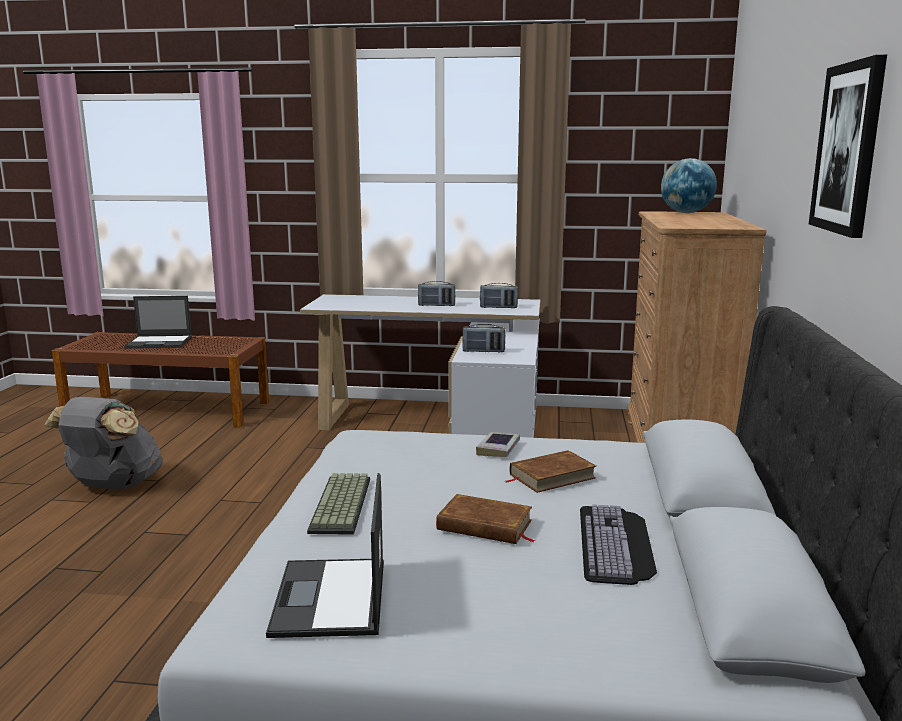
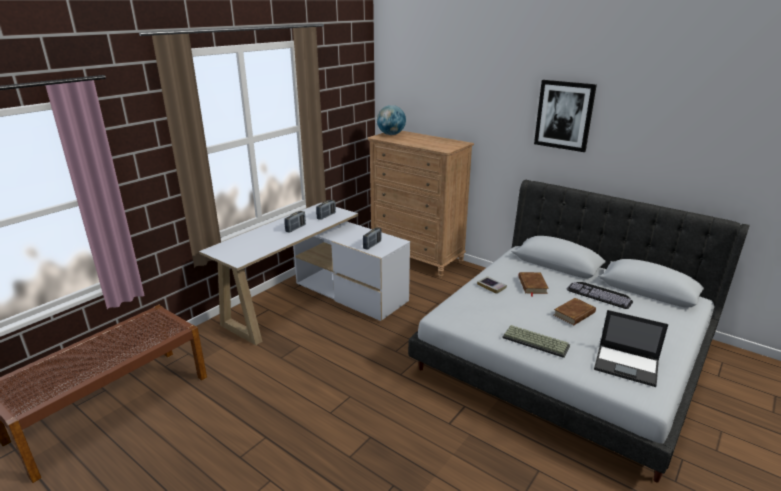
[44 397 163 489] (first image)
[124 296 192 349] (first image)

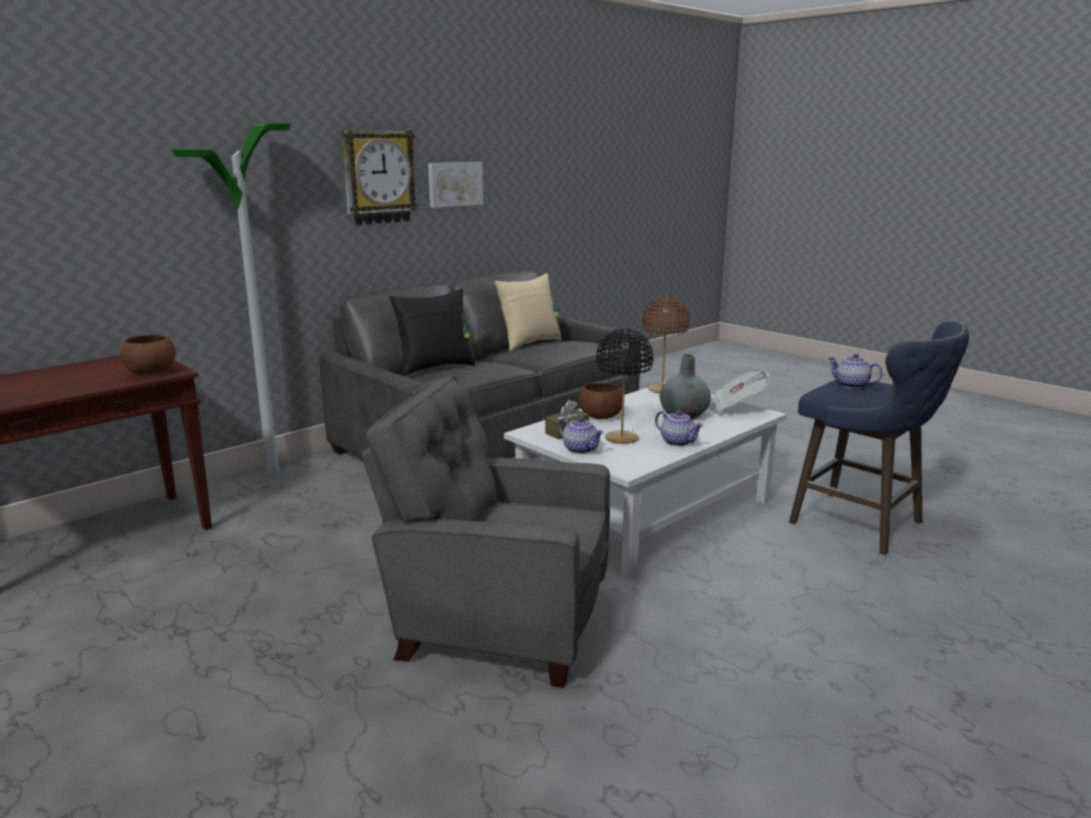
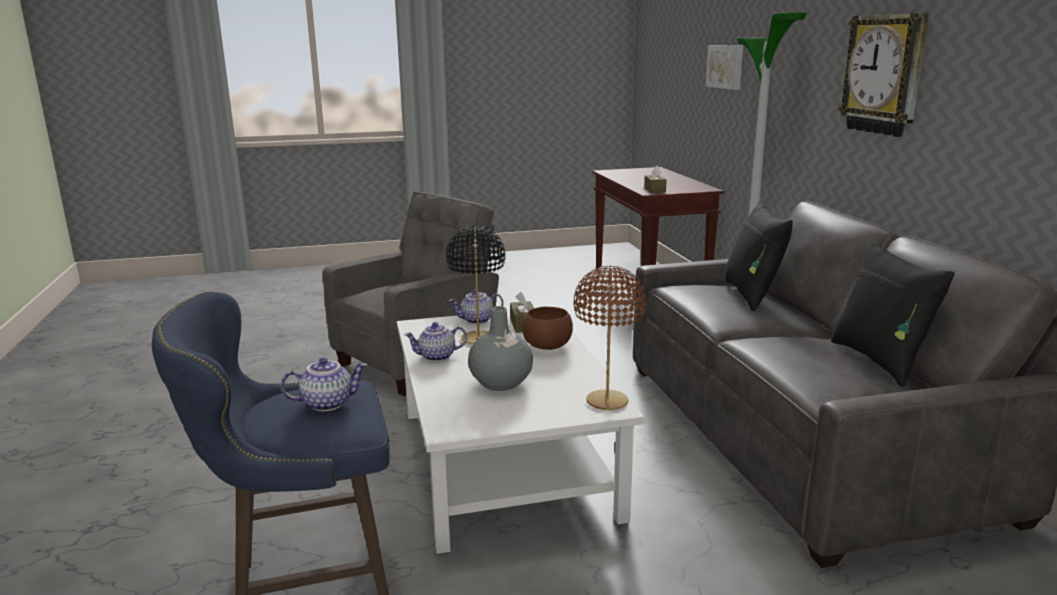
[707 371 770 412] (first image)
[706 45 743 90]
[644 165 667 193]
[831 242 955 387]

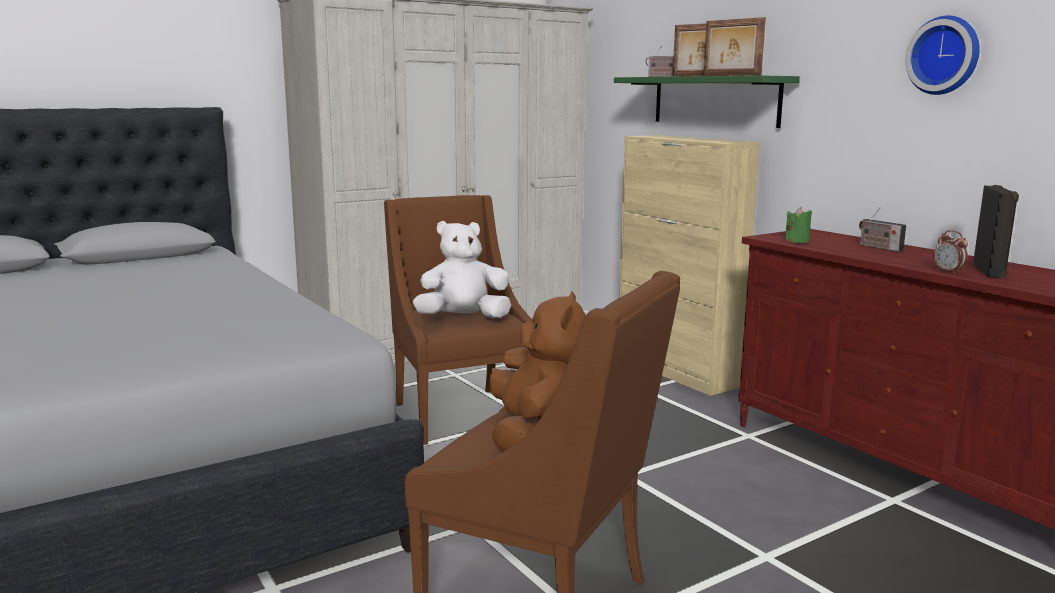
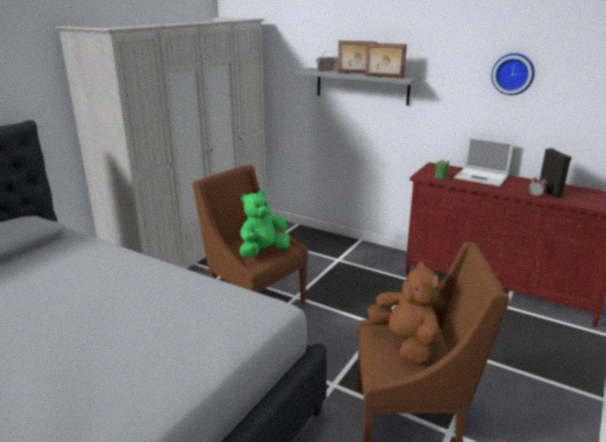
[619 135 760 396] (first image)
[454 136 514 187]
[240 191 290 257]
[295 68 422 105]

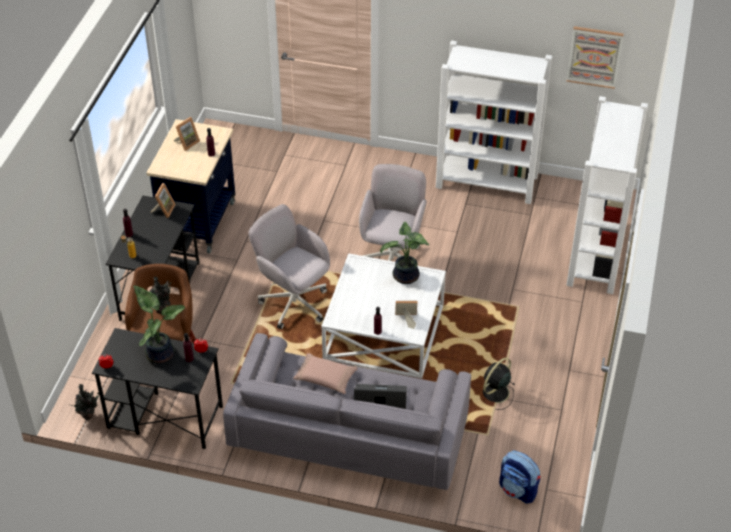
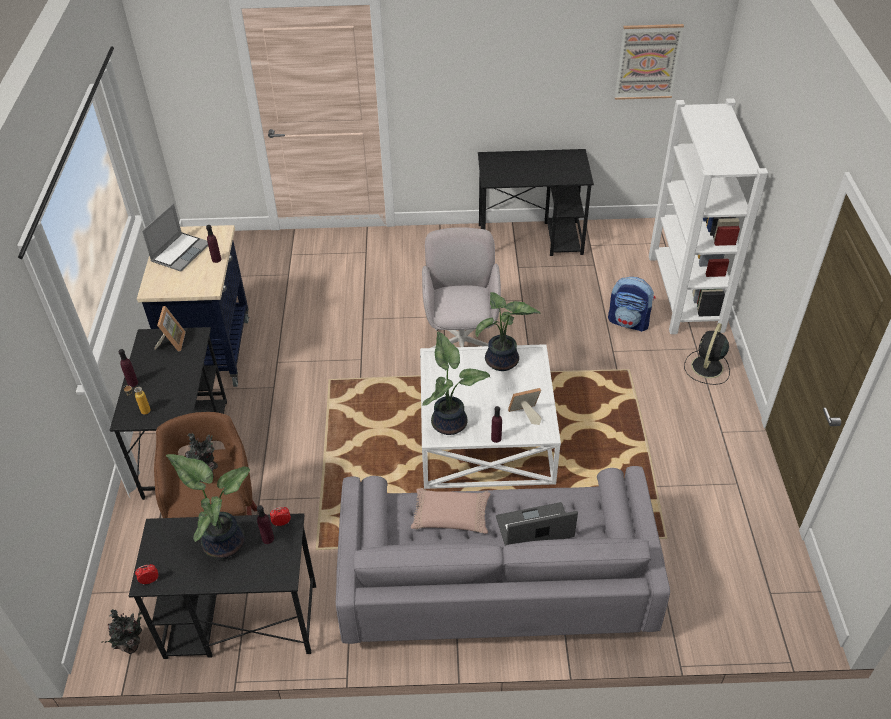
[248 204 330 329] (first image)
[422 331 490 435]
[684 323 730 385]
[608 277 656 332]
[142 203 208 272]
[478 149 594 256]

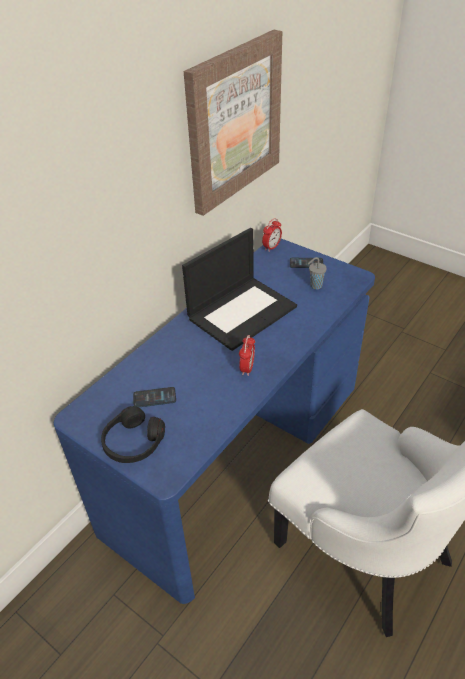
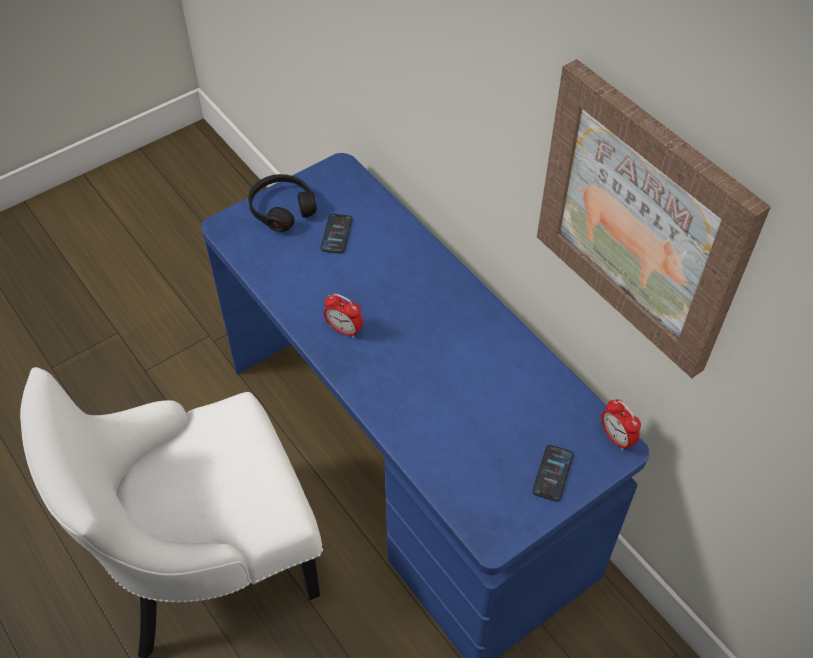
[182 228 297 351] (first image)
[308 257 327 289] (first image)

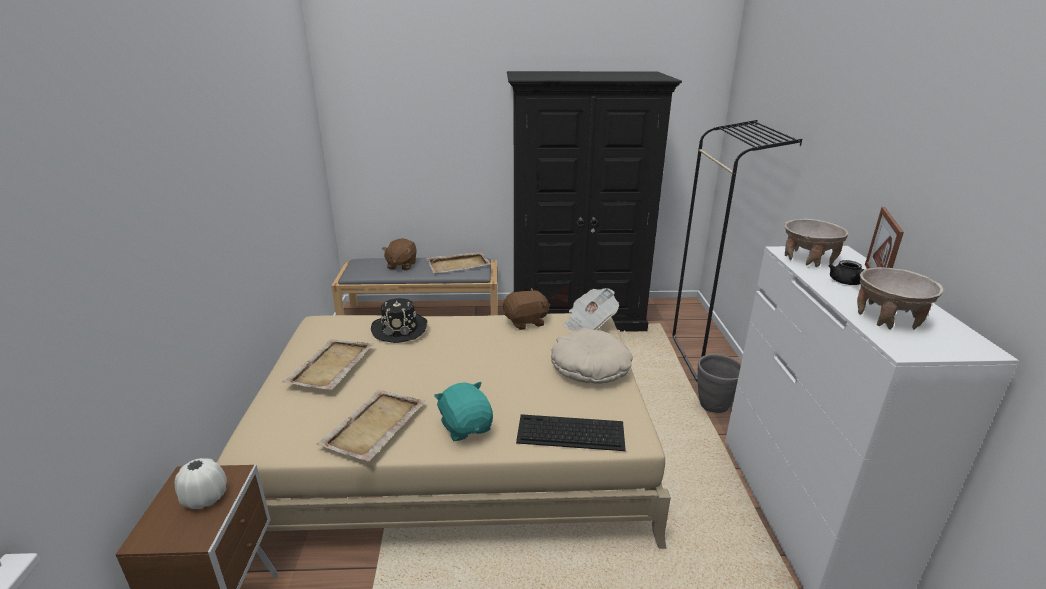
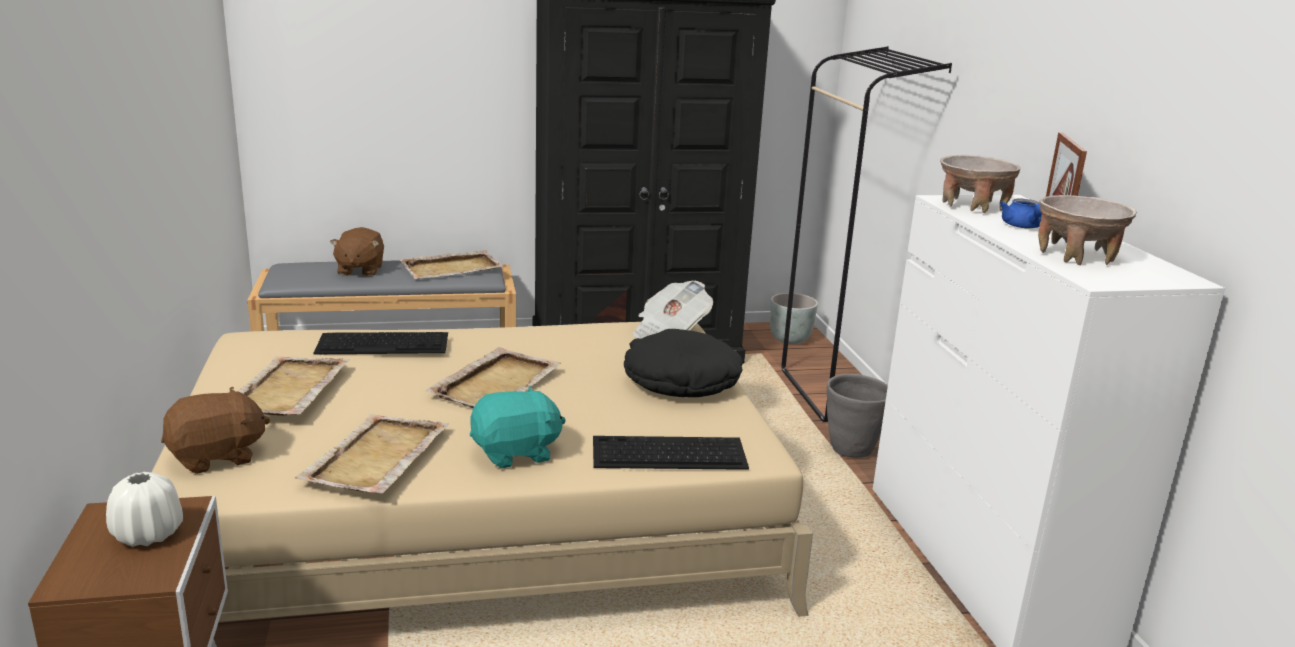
[426 347 561 408]
[770 293 818 344]
[161 387 270 474]
[314 332 448 354]
[624 329 743 397]
[1000 199 1042 228]
[470 386 566 468]

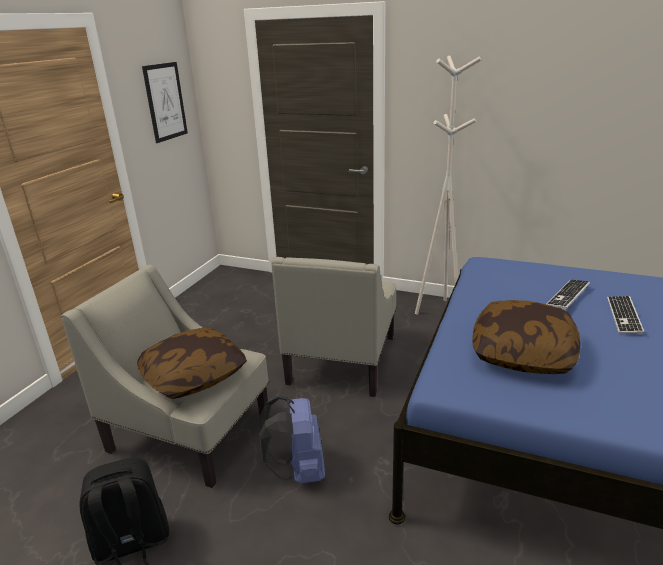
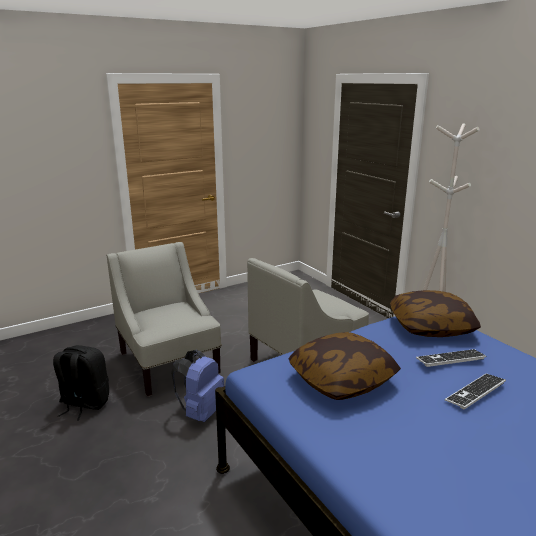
[142 62 188 143] (first image)
[390 290 481 337]

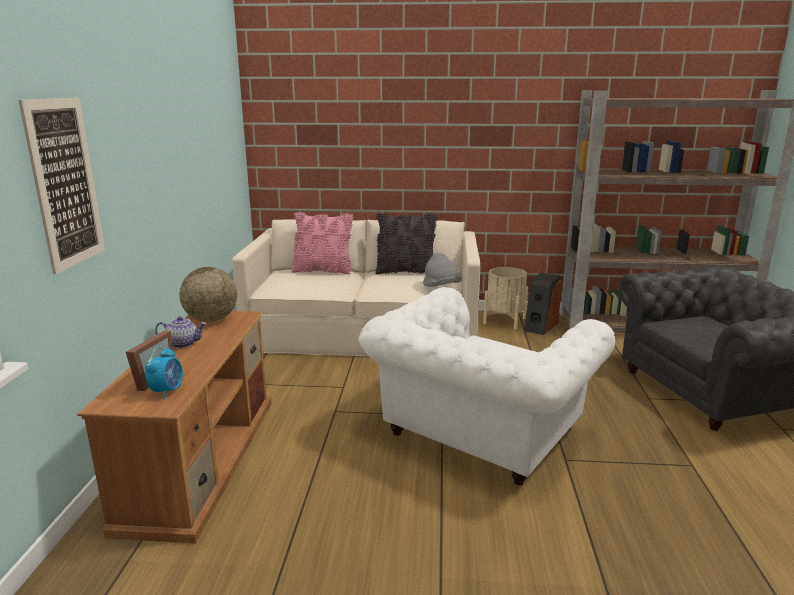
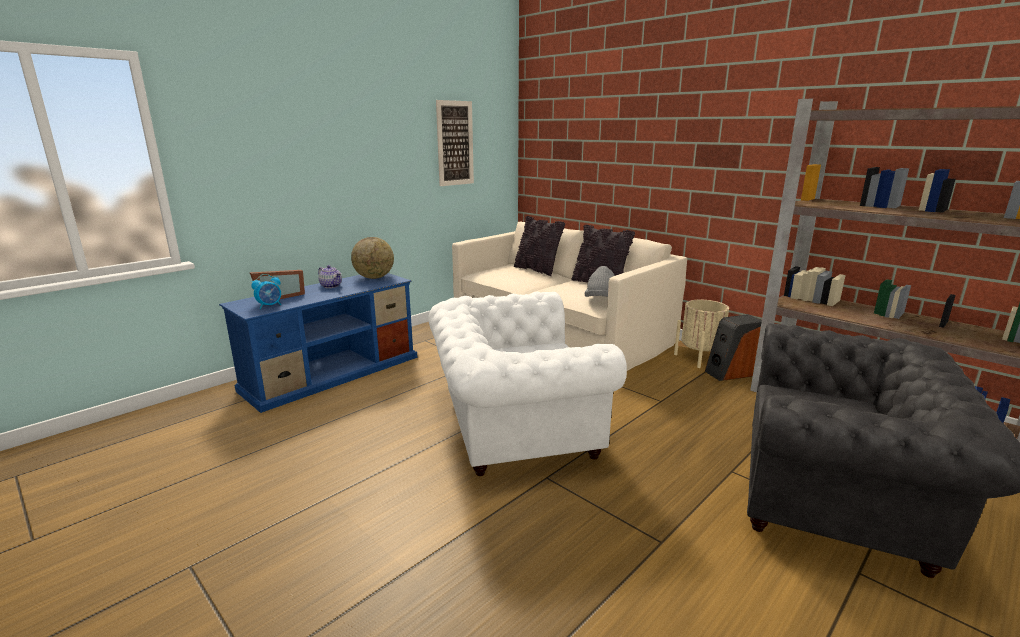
[436 100 474 186]
[219 273 418 413]
[514 216 565 276]

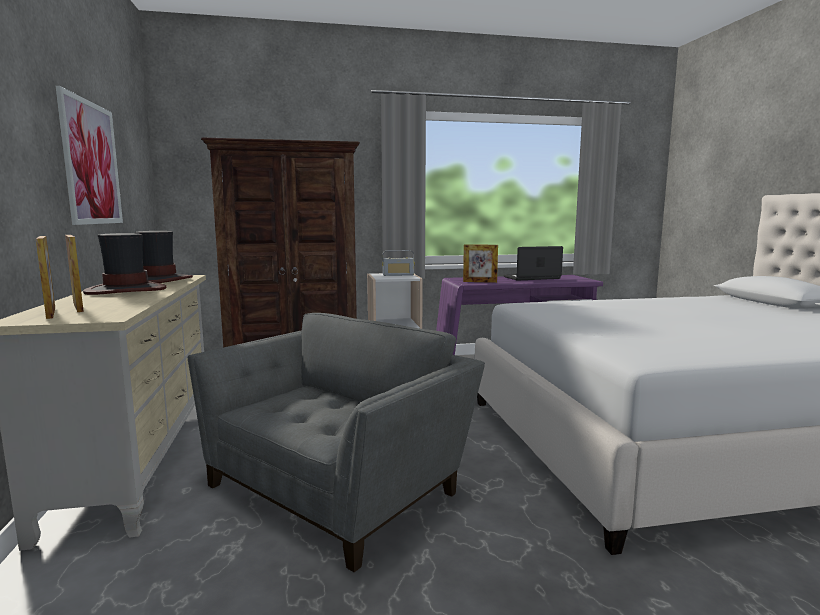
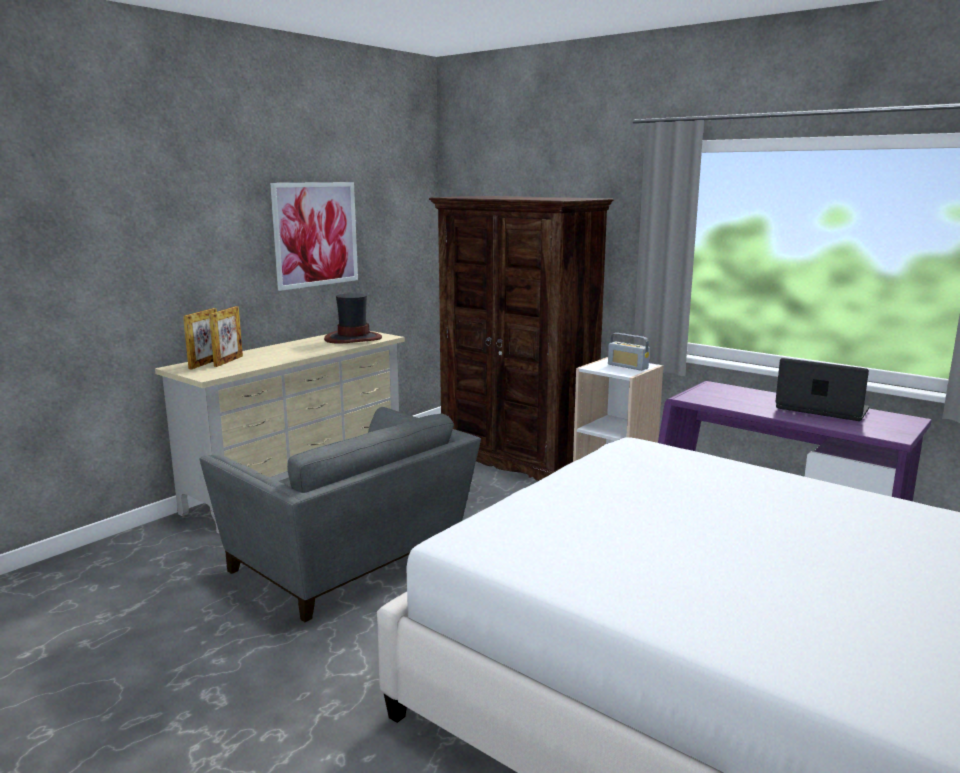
[83 233 166 295] (first image)
[463 244 498 283] (first image)
[199 407 481 622]

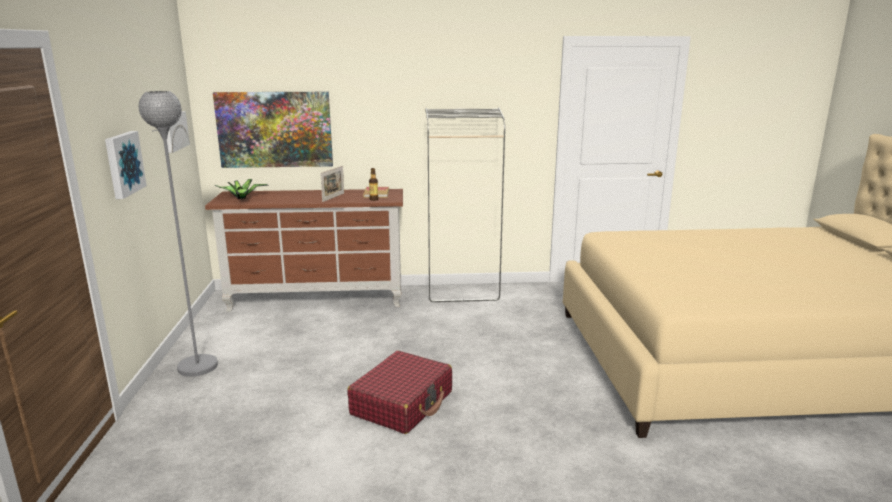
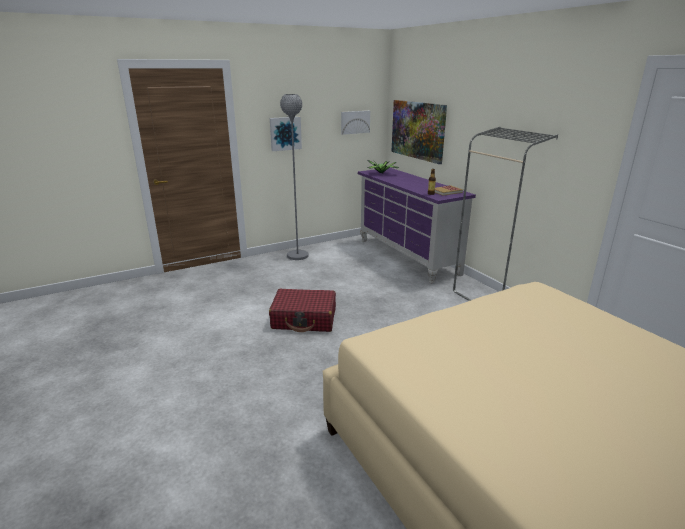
[320 166 344 202] (first image)
[358 168 476 284]

